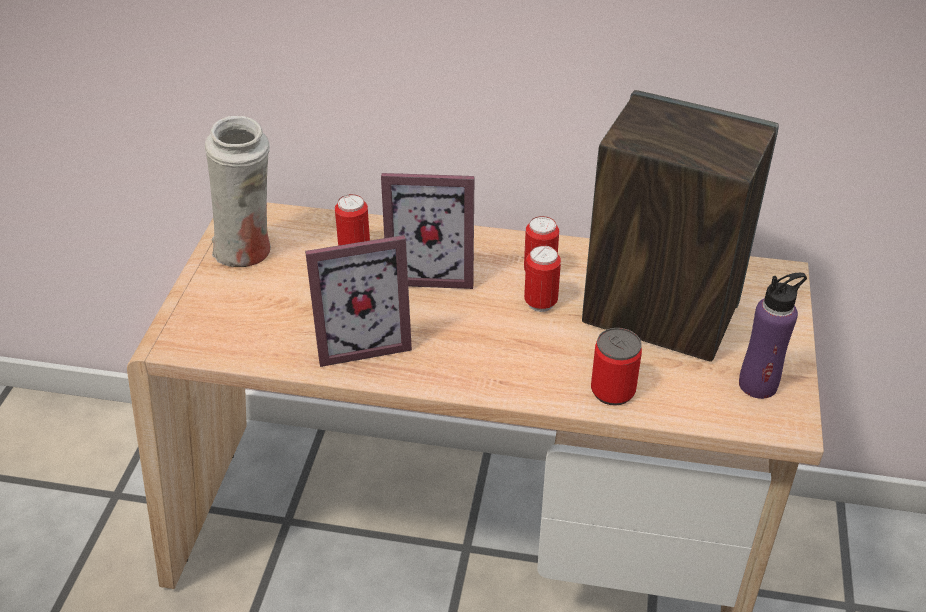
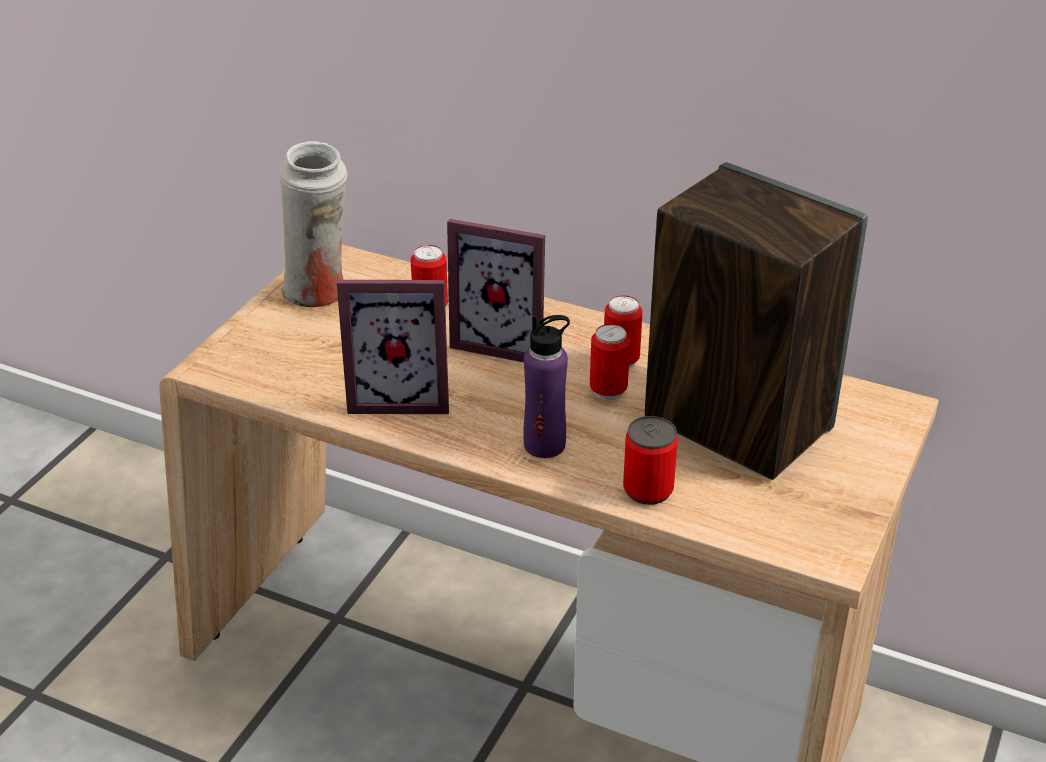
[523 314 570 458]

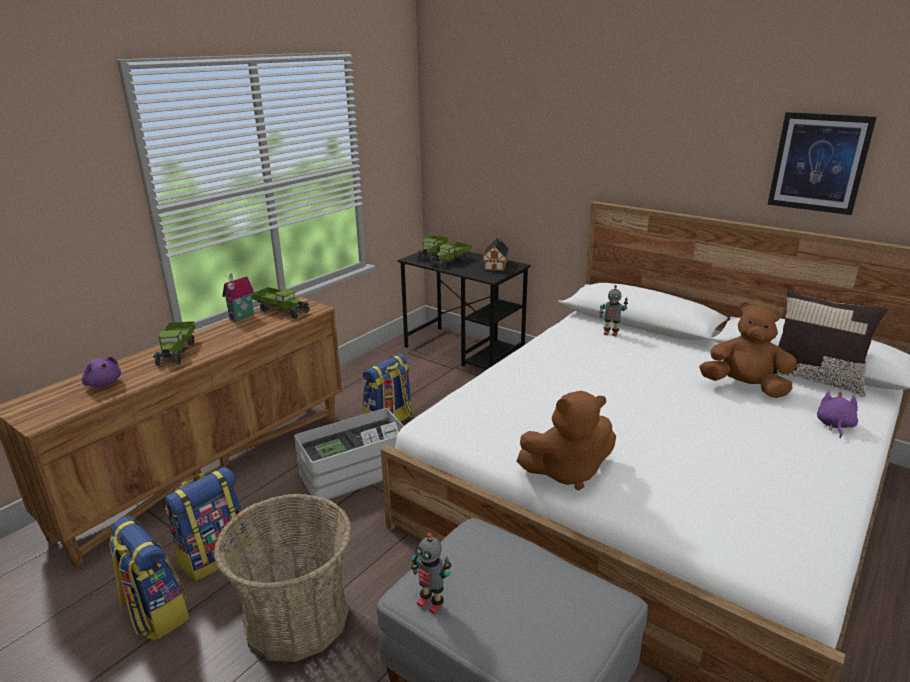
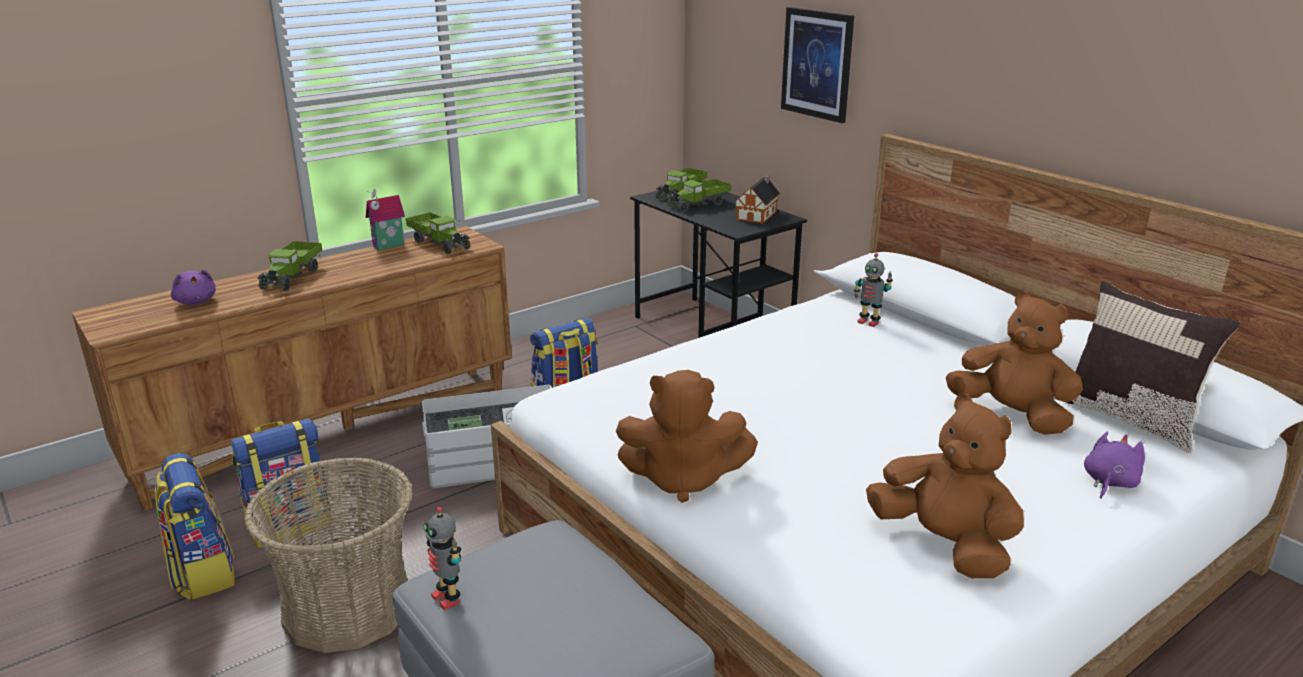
[866 393 1024 578]
[781 7 854 123]

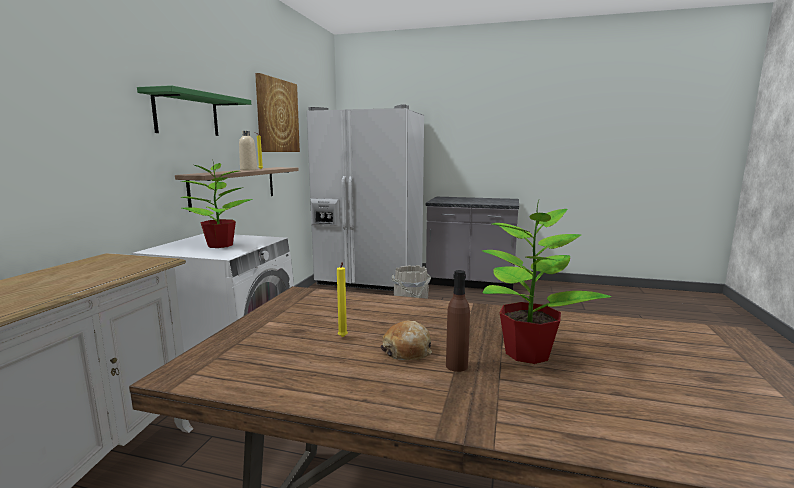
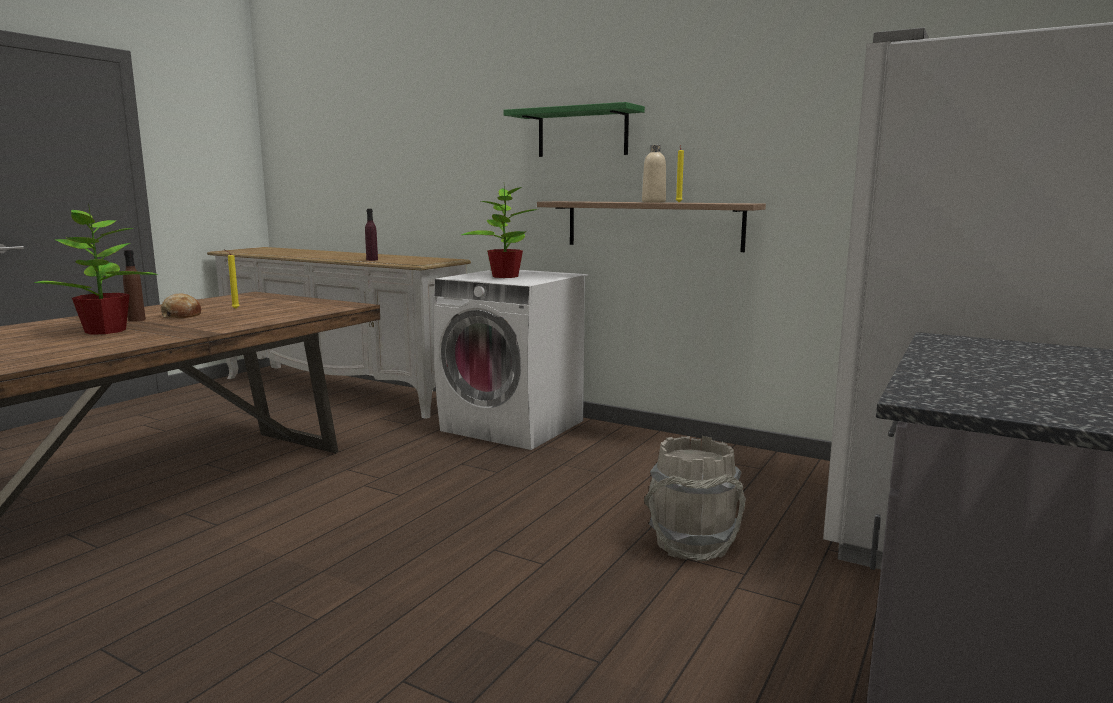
[255 73 300 152] (first image)
[365 209 378 261]

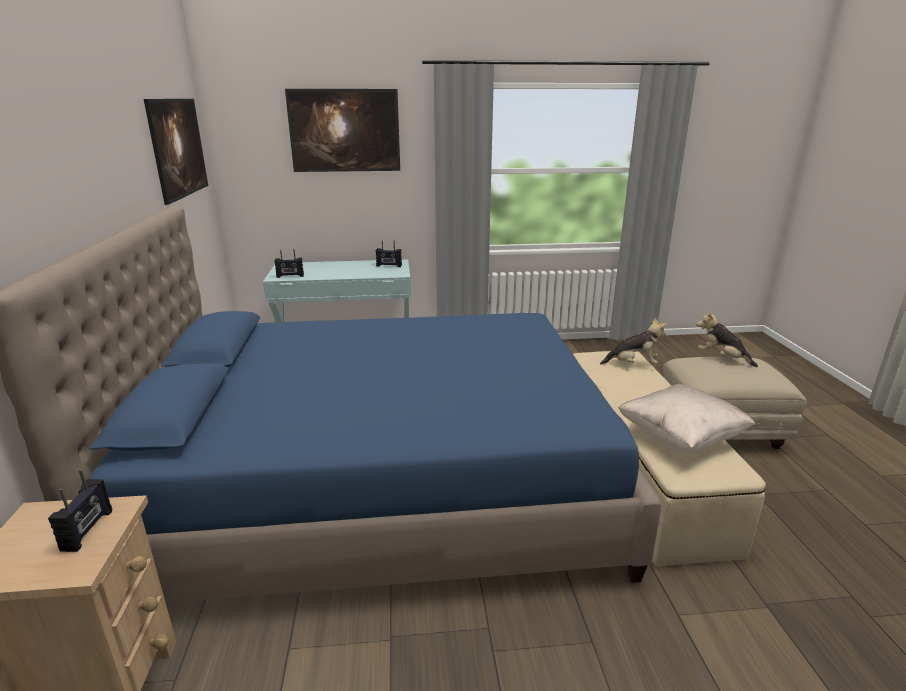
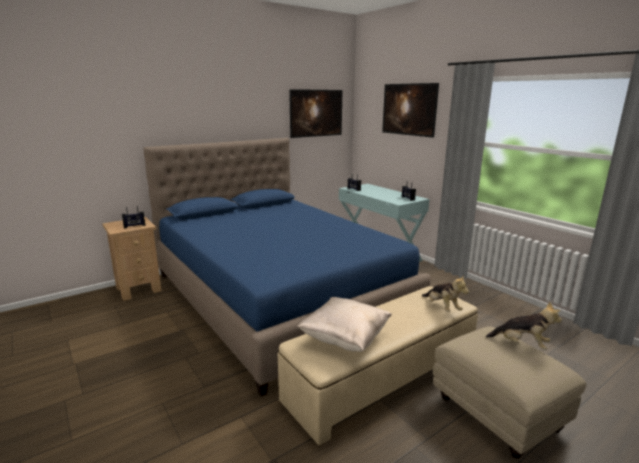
[486 302 562 350]

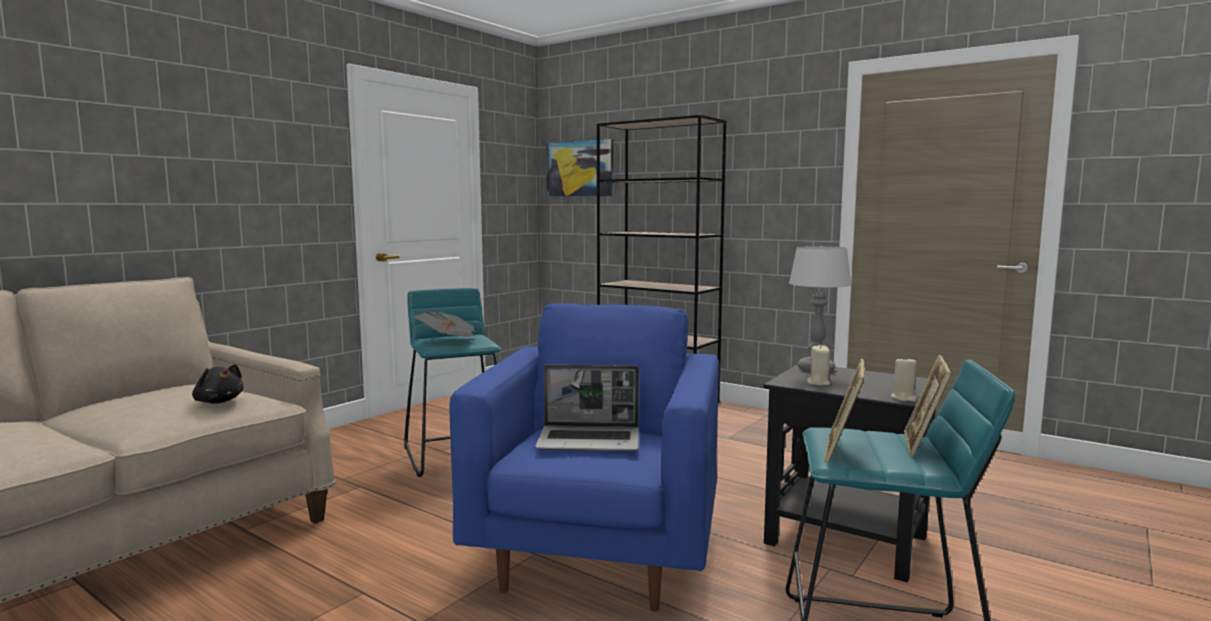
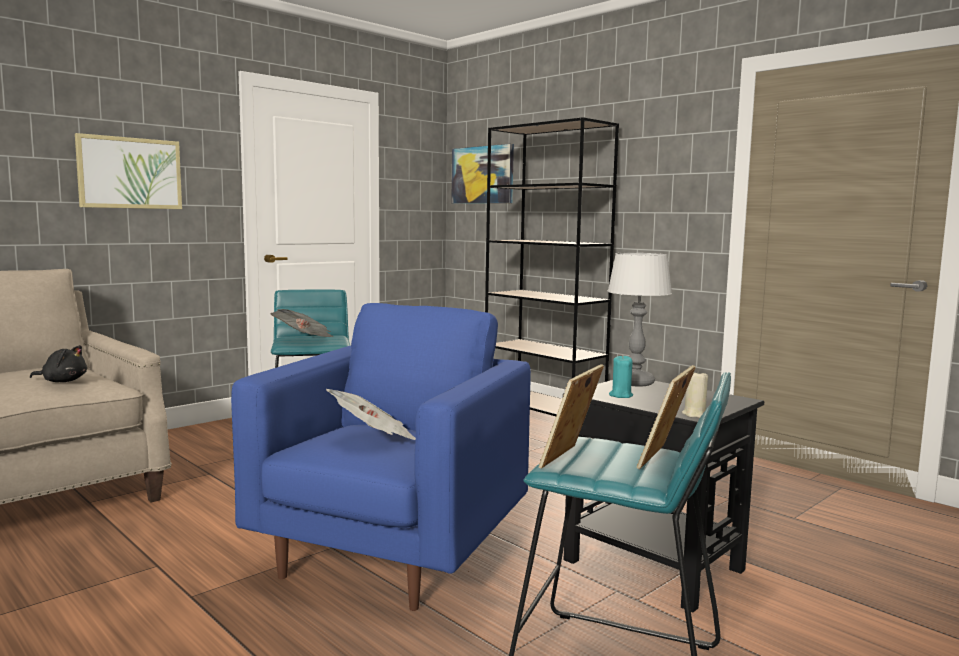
[75 133 182 209]
[326 389 416 440]
[609 355 633 398]
[30 345 87 382]

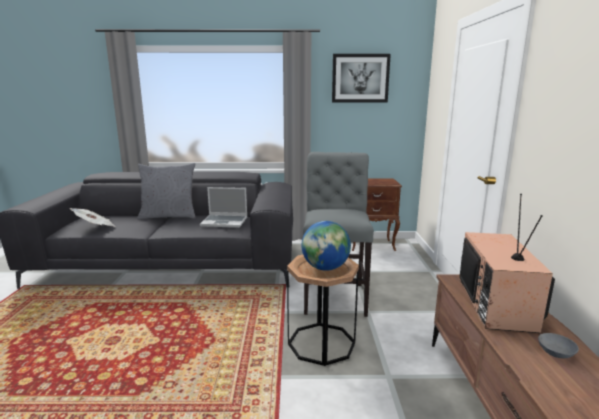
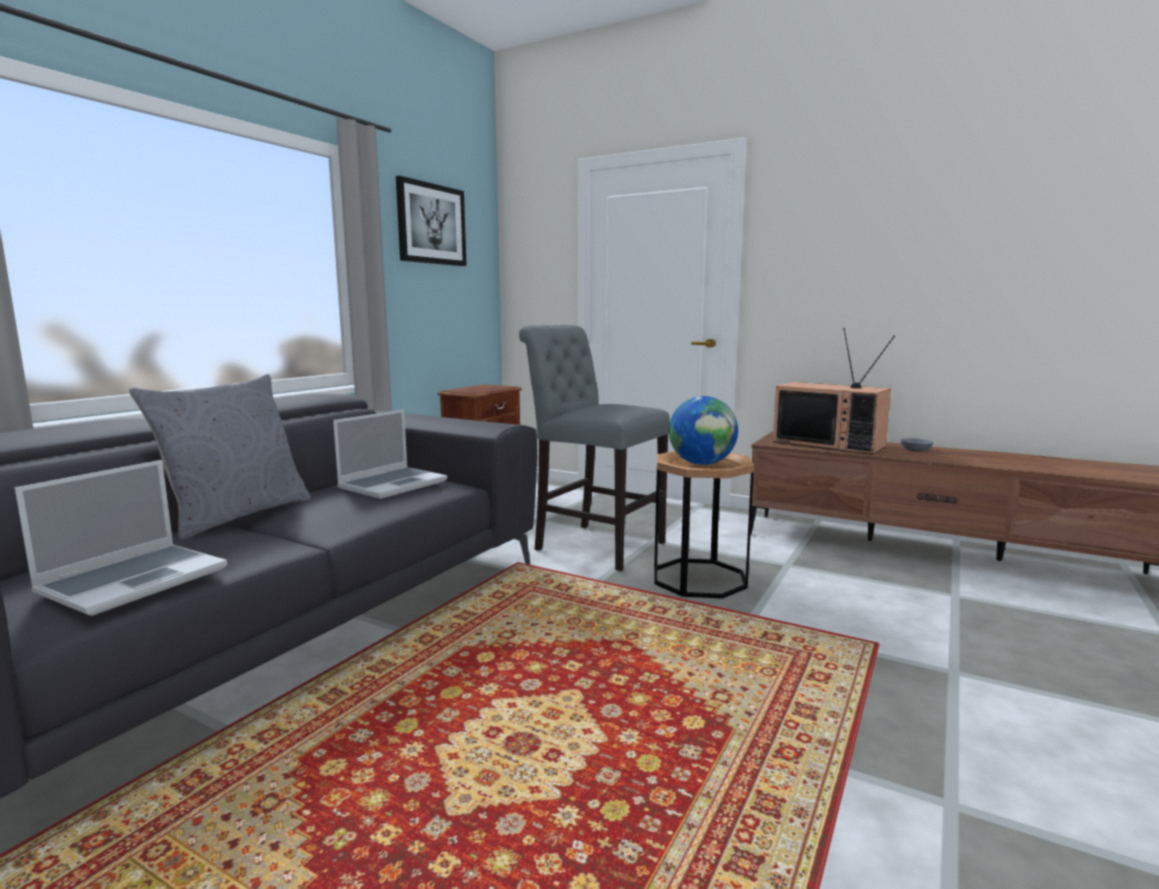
[15 460 227 616]

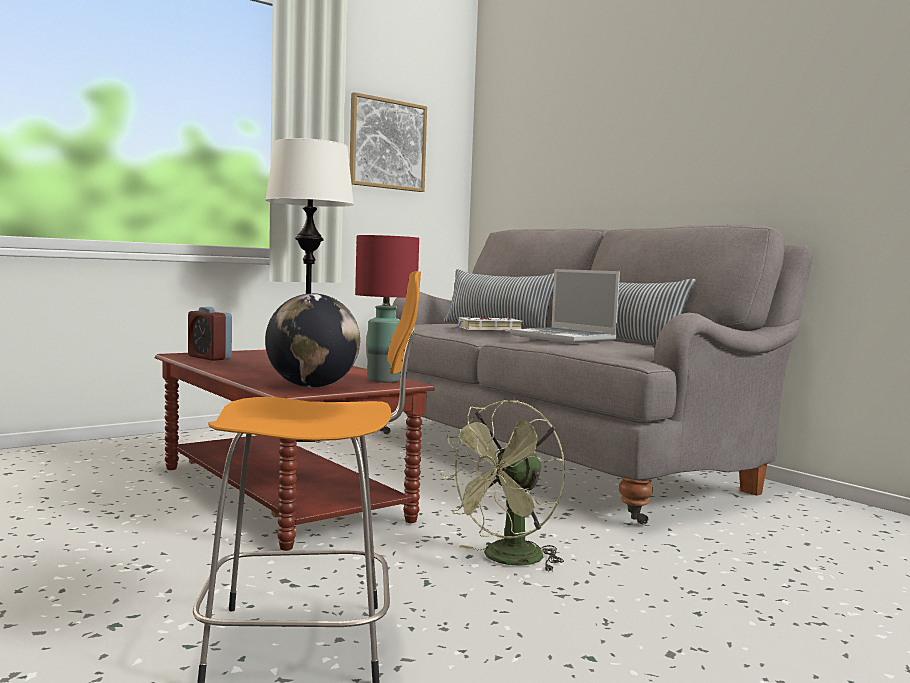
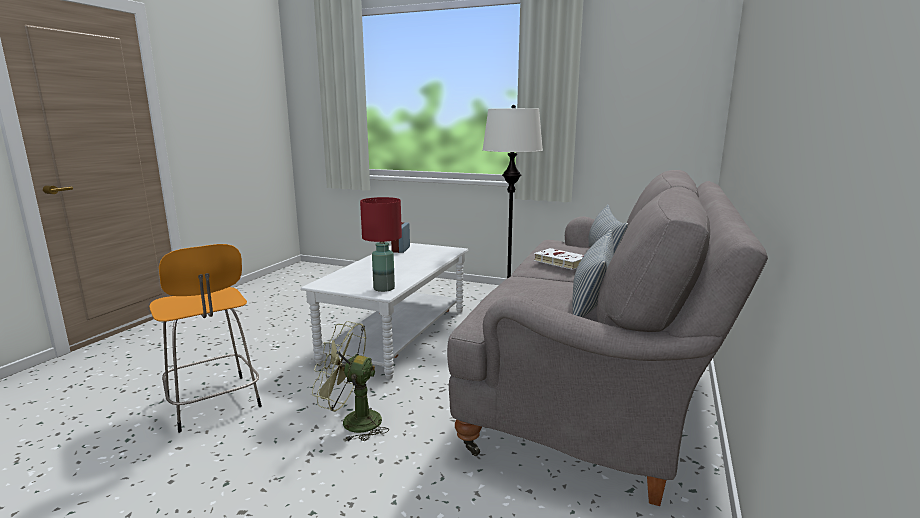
[265 293 360 388] (first image)
[350 92 427 192] (first image)
[510 269 620 343] (first image)
[301 243 469 379]

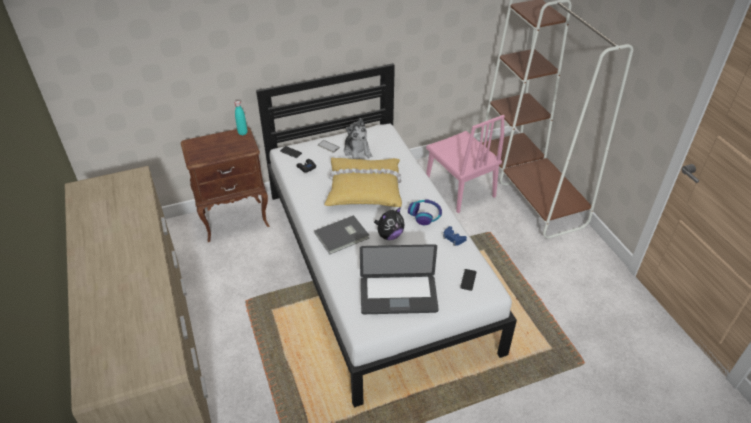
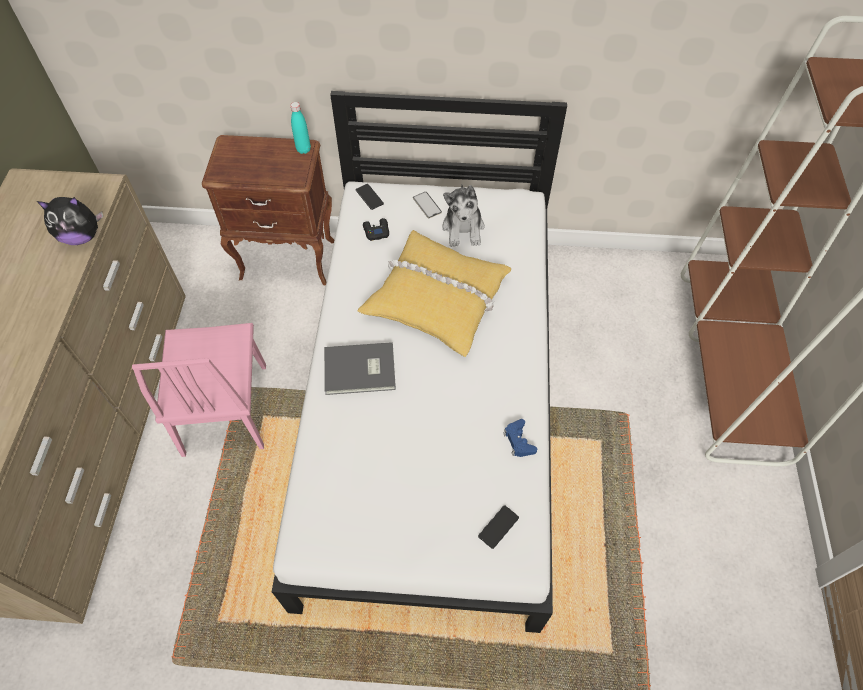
[360 244 439 314] (first image)
[408 200 442 225] (first image)
[37 197 104 245]
[132 323 266 457]

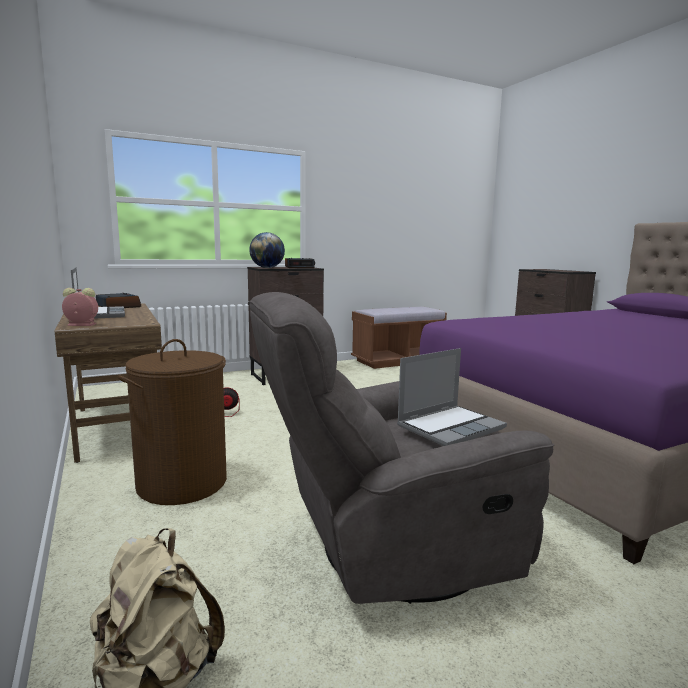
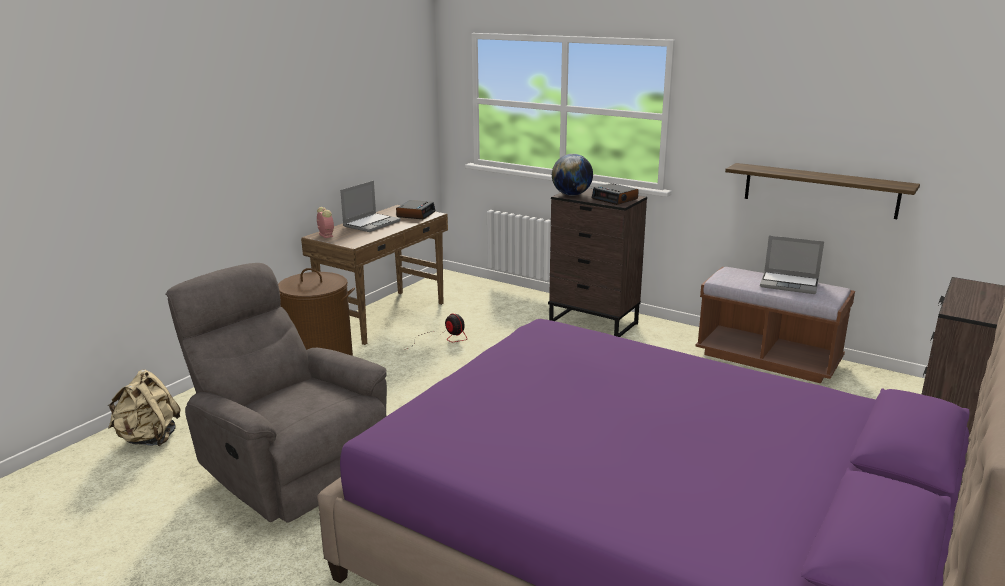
[725 163 920 219]
[760 236 824 294]

